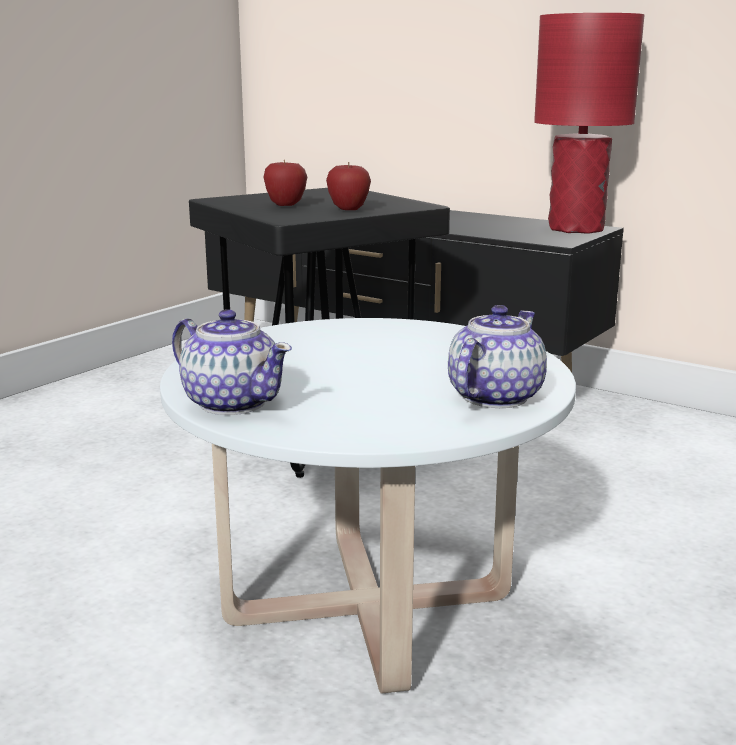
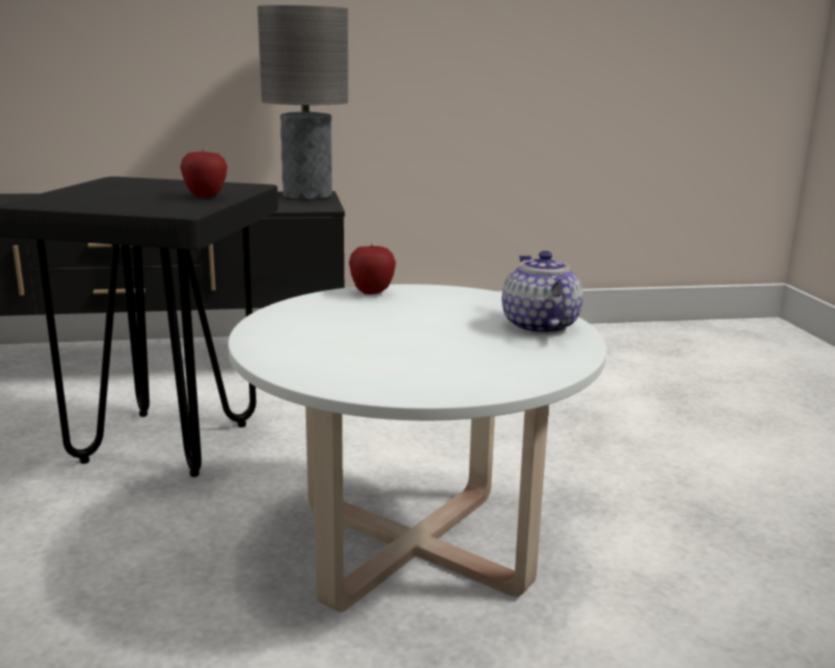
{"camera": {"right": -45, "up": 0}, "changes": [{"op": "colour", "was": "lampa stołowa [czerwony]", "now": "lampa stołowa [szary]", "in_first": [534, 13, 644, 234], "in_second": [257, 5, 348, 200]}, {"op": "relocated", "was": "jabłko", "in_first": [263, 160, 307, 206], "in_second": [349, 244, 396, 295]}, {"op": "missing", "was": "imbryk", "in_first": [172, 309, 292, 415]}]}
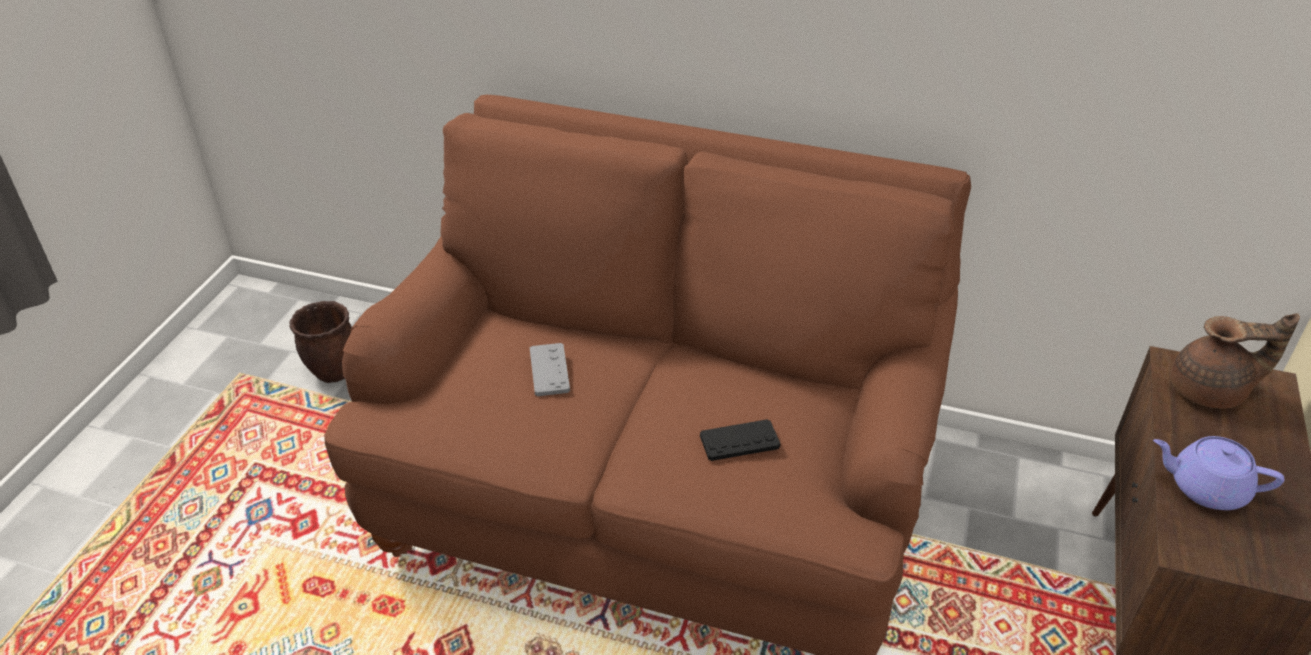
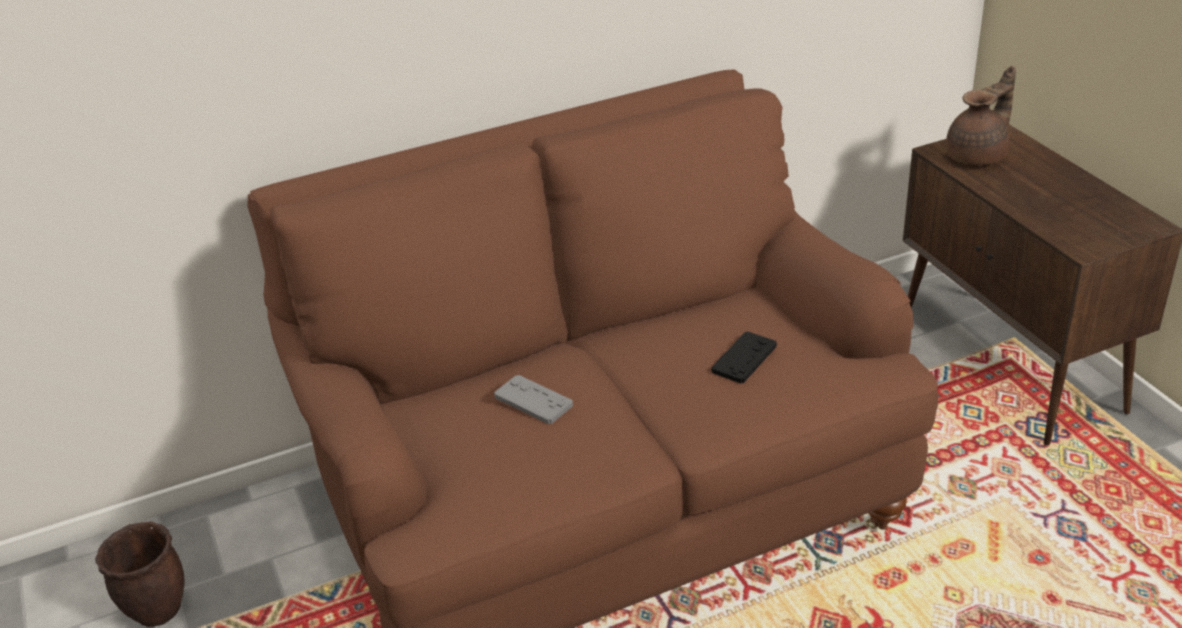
{"camera": {"right": -40, "up": -5}, "changes": [{"op": "missing", "was": "imbryk [fioletowy]", "in_first": [1153, 436, 1284, 510]}]}
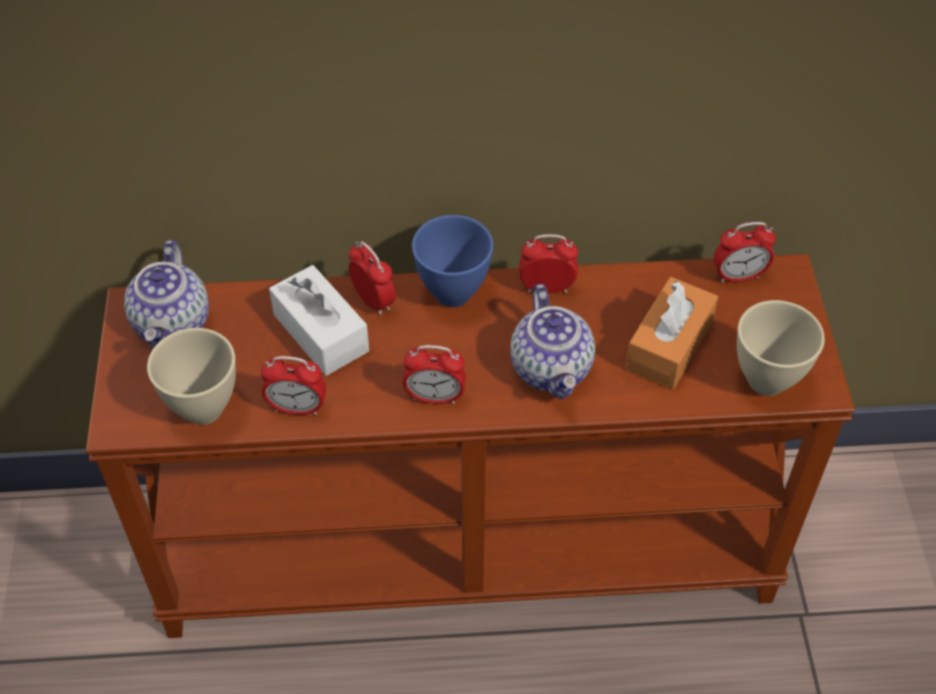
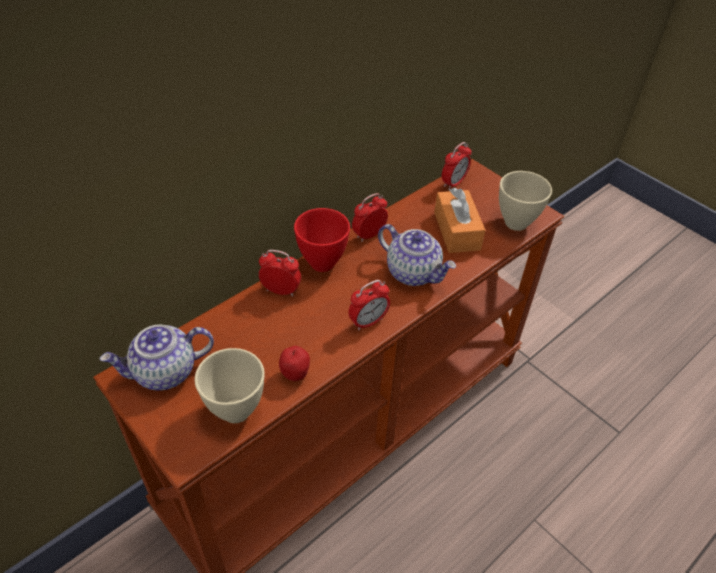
{"camera": {"right": -40, "up": -5}, "changes": [{"op": "spun", "was": "imbryk", "in_first": [124, 240, 209, 349], "in_second": [100, 325, 214, 391], "clockwise": 105}, {"op": "exchanged", "was": "budzik", "now": "jabłko", "in_first": [261, 356, 326, 415], "in_second": [279, 346, 310, 381]}, {"op": "colour", "was": "miska [niebieski]", "now": "miska [czerwony]", "in_first": [412, 215, 493, 307], "in_second": [294, 208, 350, 272]}, {"op": "missing", "was": "pudełko chusteczek [biały]", "in_first": [269, 265, 369, 376]}]}
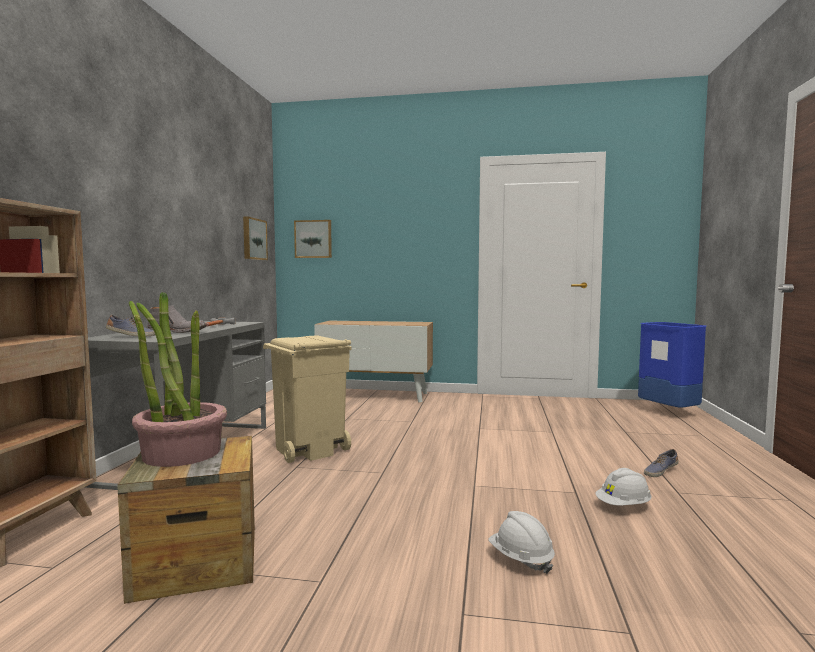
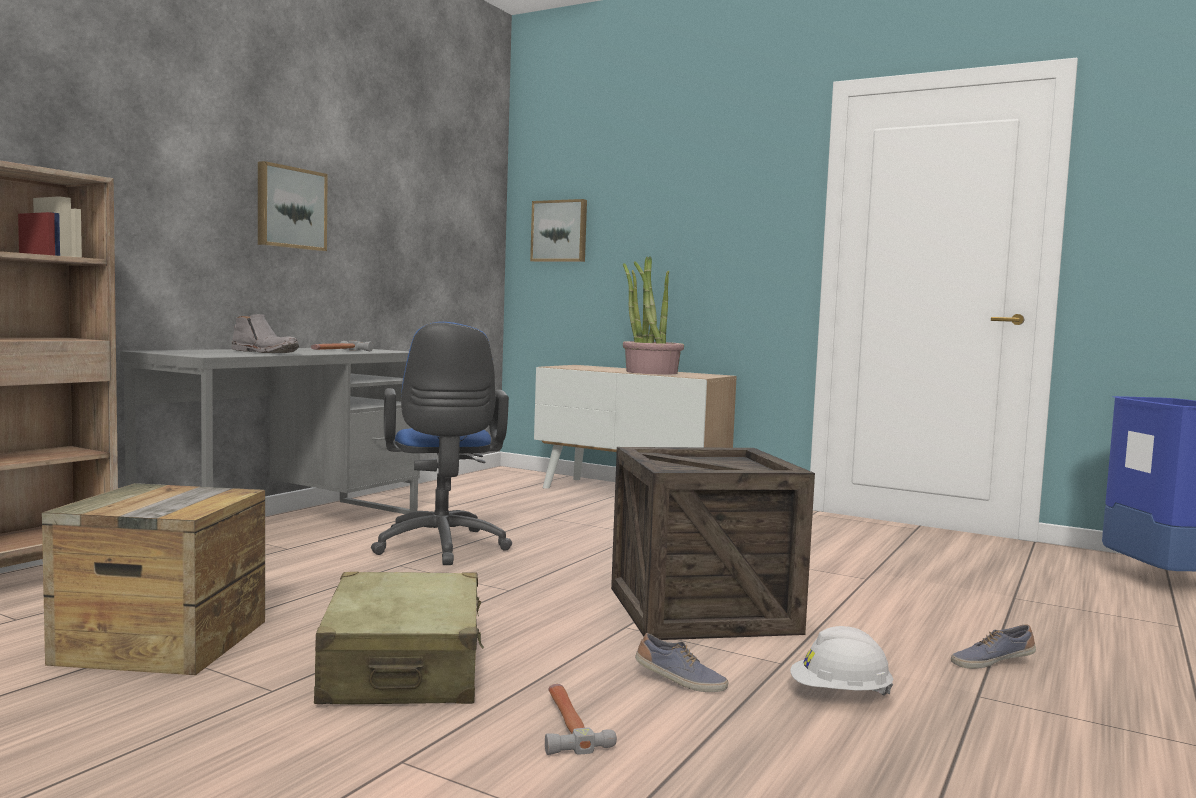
{"camera": {"right": 20, "up": 0}, "changes": [{"op": "relocated", "was": "obraz", "in_first": [243, 216, 268, 260], "in_second": [258, 161, 328, 251]}, {"op": "appeared", "now": "walizka [beżowy]", "in_second": [314, 572, 484, 704]}, {"op": "exchanged", "was": "kosz na śmieci [beżowy]", "now": "krzesło biurowe [niebieski]", "in_first": [263, 335, 352, 463], "in_second": [371, 322, 512, 565]}, {"op": "exchanged", "was": "kask [biały]", "now": "młotek", "in_first": [489, 511, 555, 574], "in_second": [545, 684, 617, 755]}, {"op": "appeared", "now": "skrzynka", "in_second": [611, 447, 815, 640]}, {"op": "relocated", "was": "roślina doniczkowa", "in_first": [129, 292, 227, 467], "in_second": [623, 256, 684, 375]}, {"op": "relocated", "was": "but", "in_first": [106, 315, 155, 337], "in_second": [635, 633, 729, 692]}]}
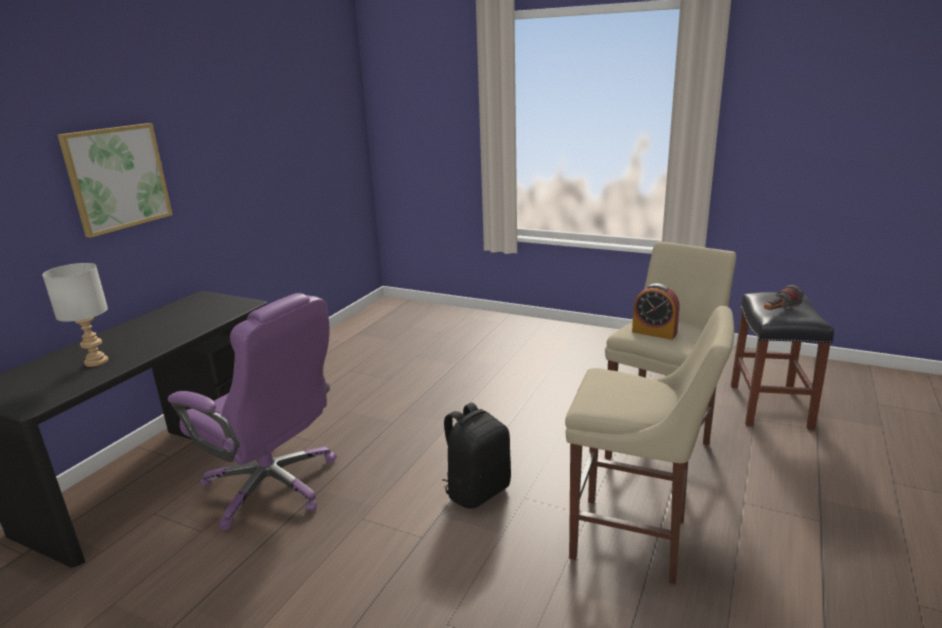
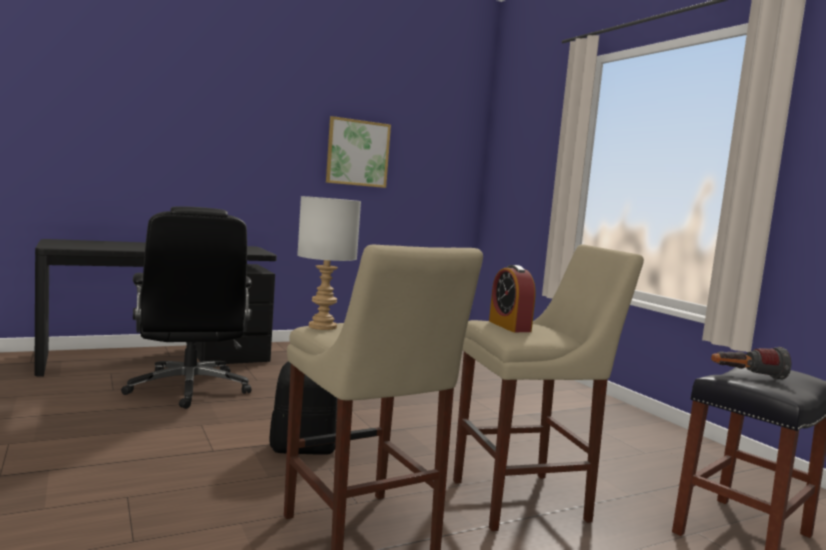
{"camera": {"right": 35, "up": -15}, "changes": [{"op": "colour", "was": "krzesło biurowe [fioletowy]", "now": "krzesło biurowe [czarny]", "in_first": [168, 293, 337, 530], "in_second": [121, 206, 252, 409]}, {"op": "relocated", "was": "lampa stołowa [szary]", "in_first": [42, 263, 109, 367], "in_second": [297, 196, 361, 330]}, {"op": "relocated", "was": "obraz", "in_first": [58, 123, 173, 238], "in_second": [326, 116, 391, 188]}]}
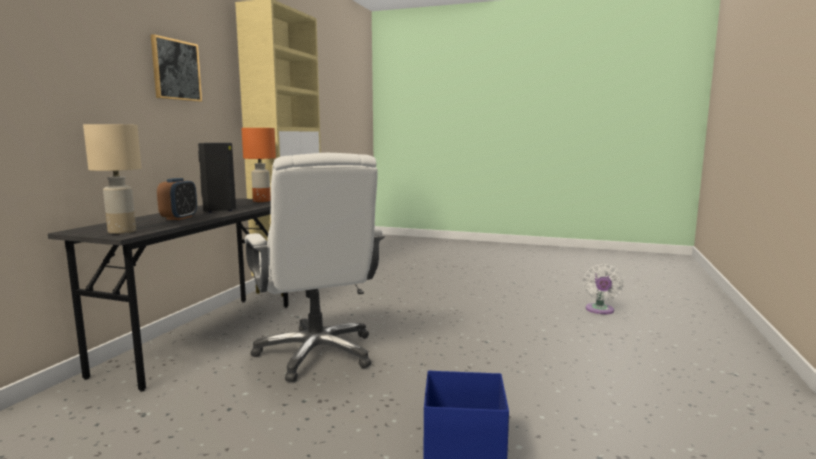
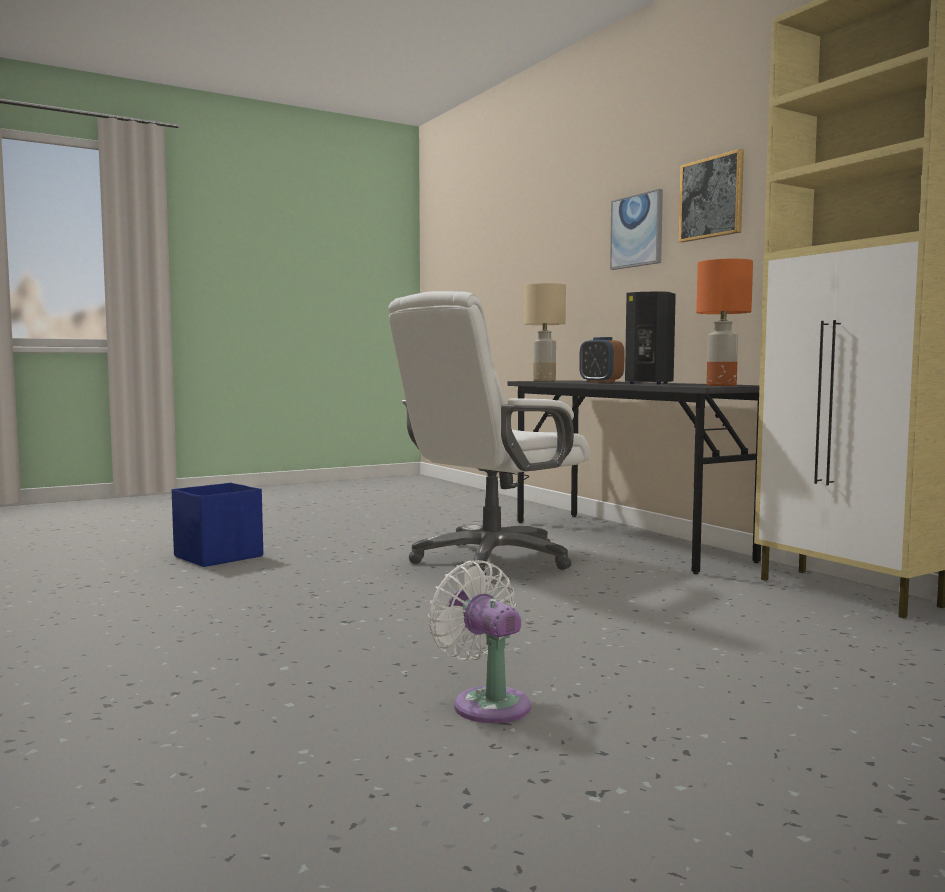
{"camera": {"right": 130, "up": -5}, "changes": [{"op": "spun", "was": "krzesło biurowe [biały]", "in_first": [245, 153, 385, 382], "in_second": [388, 291, 590, 576], "clockwise": -60}, {"op": "relocated", "was": "wentylator [biały]", "in_first": [583, 264, 624, 314], "in_second": [428, 560, 531, 723]}, {"op": "appeared", "now": "obraz", "in_second": [610, 189, 663, 270]}]}
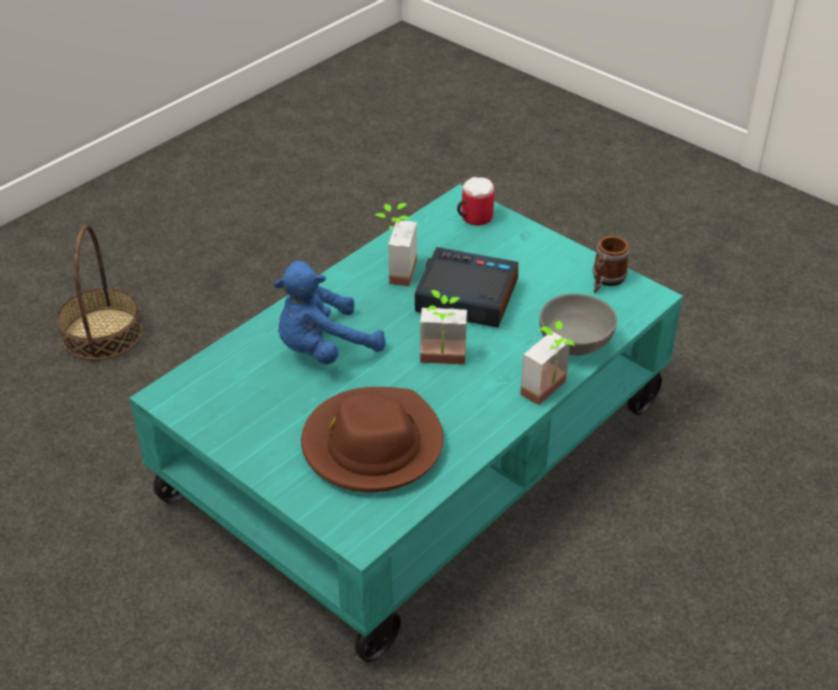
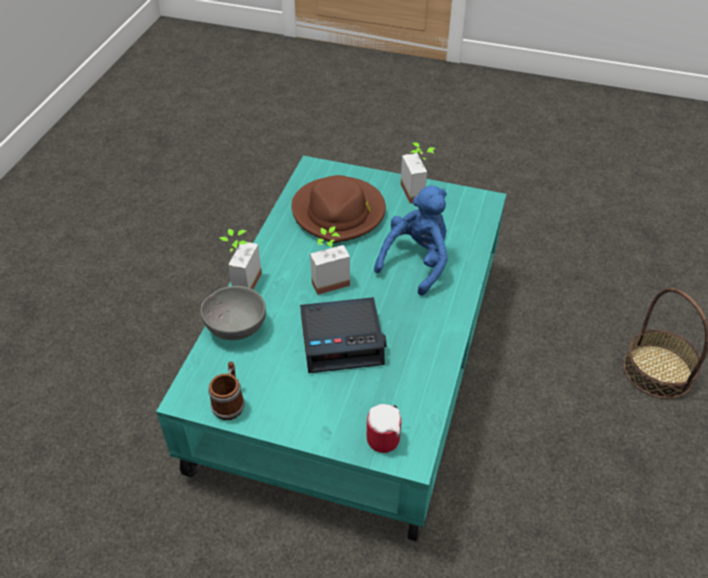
{"camera": {"right": 155, "up": 5}, "changes": [{"op": "relocated", "was": "roślina doniczkowa", "in_first": [375, 203, 417, 286], "in_second": [401, 142, 436, 204]}]}
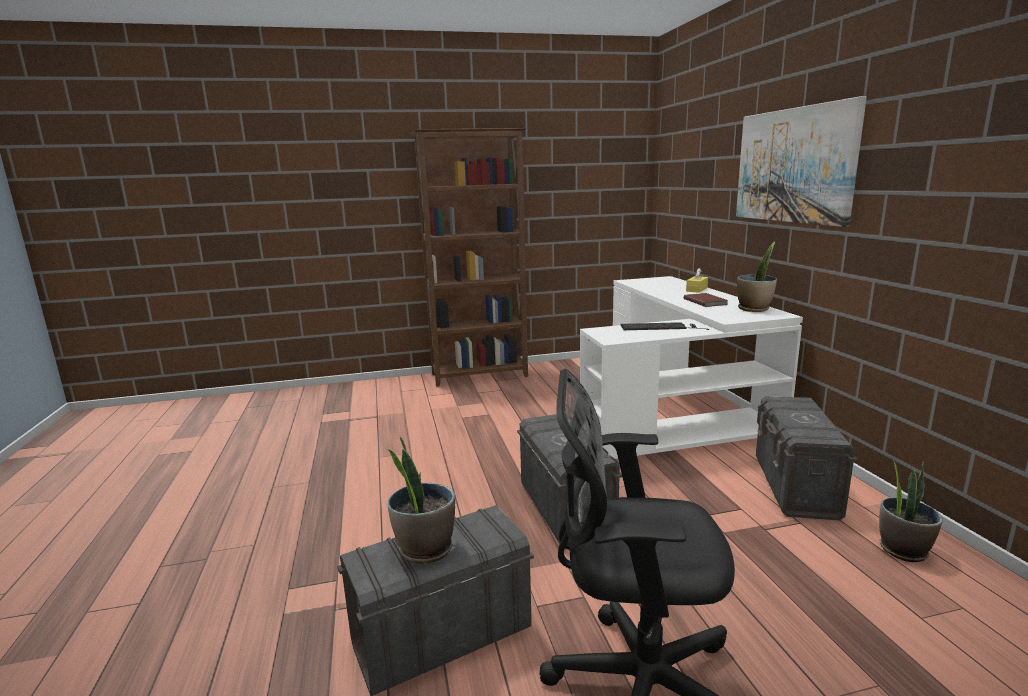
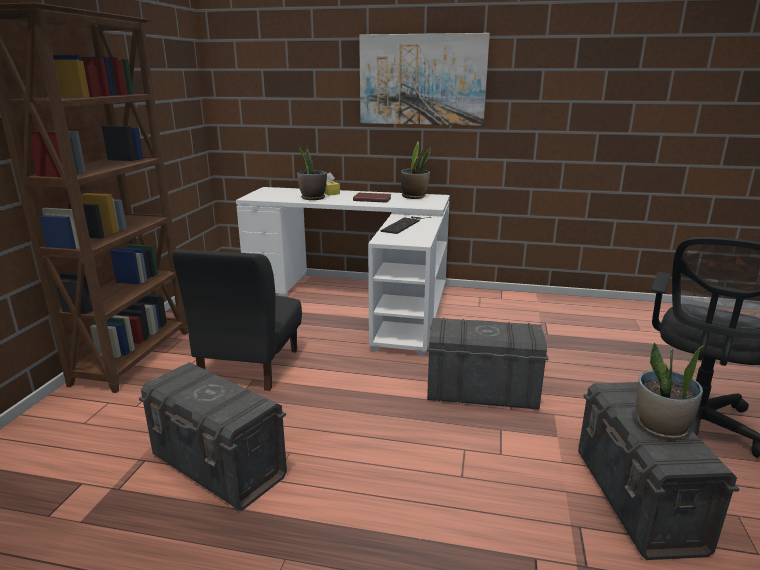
{"camera": {"right": -65, "up": 5}, "changes": [{"op": "relocated", "was": "pojemnik do przechowywania [szary]", "in_first": [756, 396, 858, 520], "in_second": [139, 362, 287, 511]}, {"op": "appeared", "now": "krzesło [czarny]", "in_second": [172, 249, 302, 391]}, {"op": "relocated", "was": "roślina doniczkowa", "in_first": [879, 459, 943, 562], "in_second": [297, 144, 327, 200]}]}
